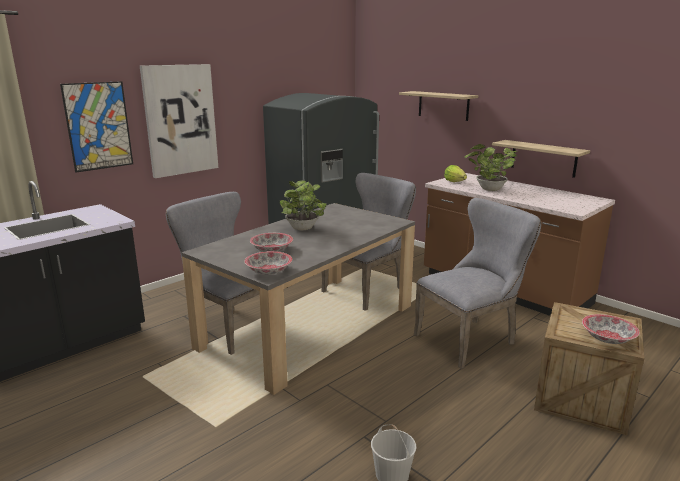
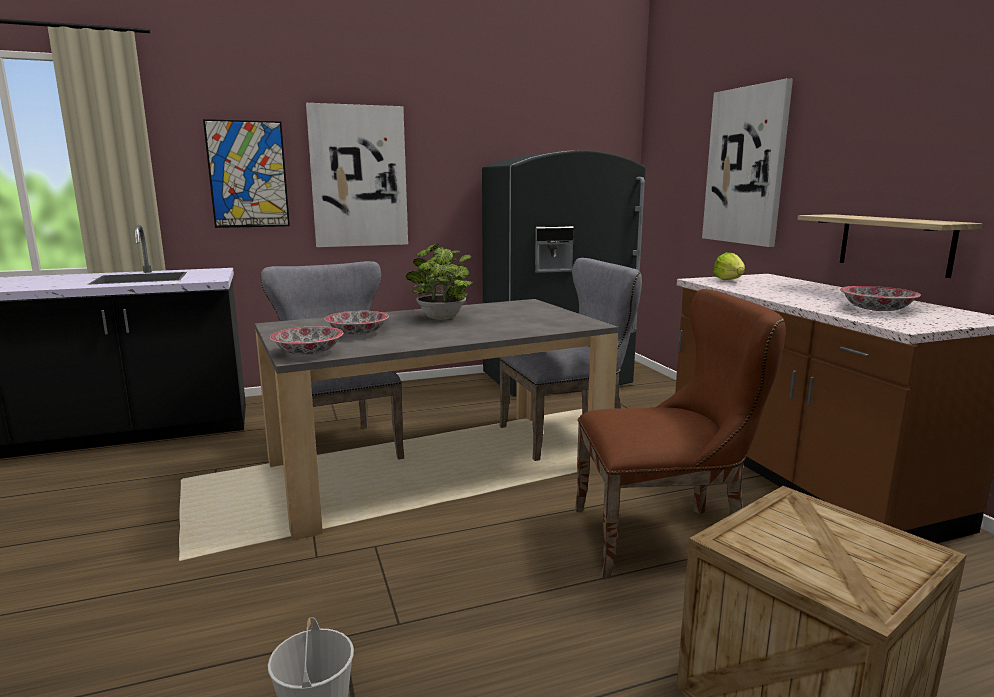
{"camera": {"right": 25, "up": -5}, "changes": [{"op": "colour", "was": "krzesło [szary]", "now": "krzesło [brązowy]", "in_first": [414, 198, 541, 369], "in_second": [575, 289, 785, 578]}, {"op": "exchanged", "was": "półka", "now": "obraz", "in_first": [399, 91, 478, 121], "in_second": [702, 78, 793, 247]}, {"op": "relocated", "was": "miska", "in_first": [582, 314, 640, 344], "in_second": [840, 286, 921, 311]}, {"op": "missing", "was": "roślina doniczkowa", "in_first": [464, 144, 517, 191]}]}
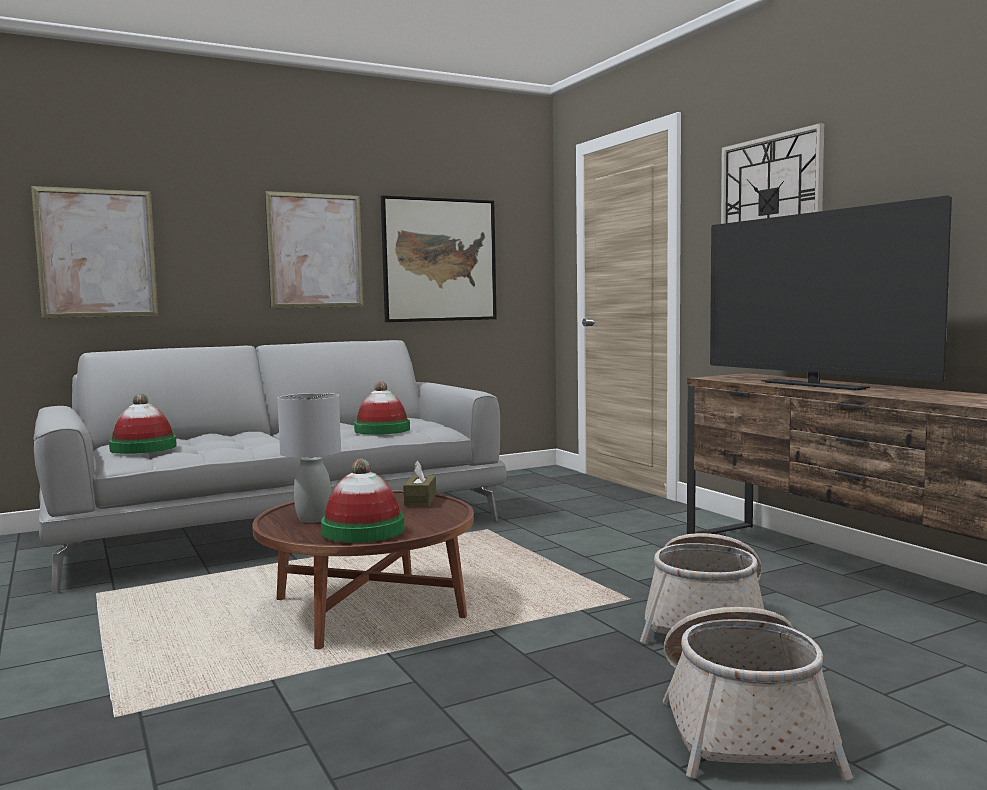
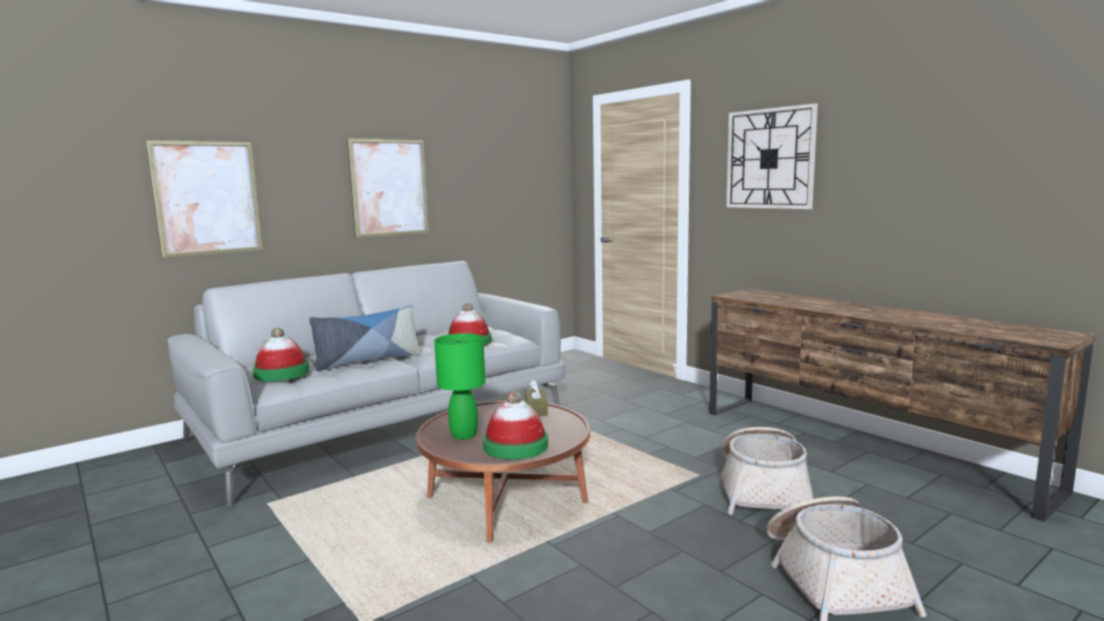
{"camera": {"right": -10, "up": 5}, "changes": [{"op": "appeared", "now": "poduszka", "in_second": [309, 305, 422, 371]}, {"op": "colour", "was": "lampa stołowa [szary]", "now": "lampa stołowa [zielony]", "in_first": [277, 393, 341, 523], "in_second": [434, 333, 485, 440]}, {"op": "missing", "was": "obraz", "in_first": [381, 195, 497, 322]}, {"op": "missing", "was": "telewizor", "in_first": [710, 195, 952, 390]}]}
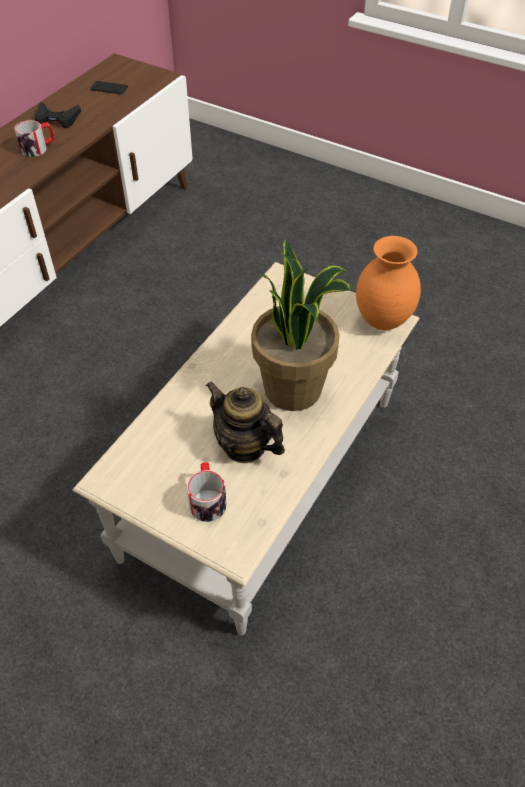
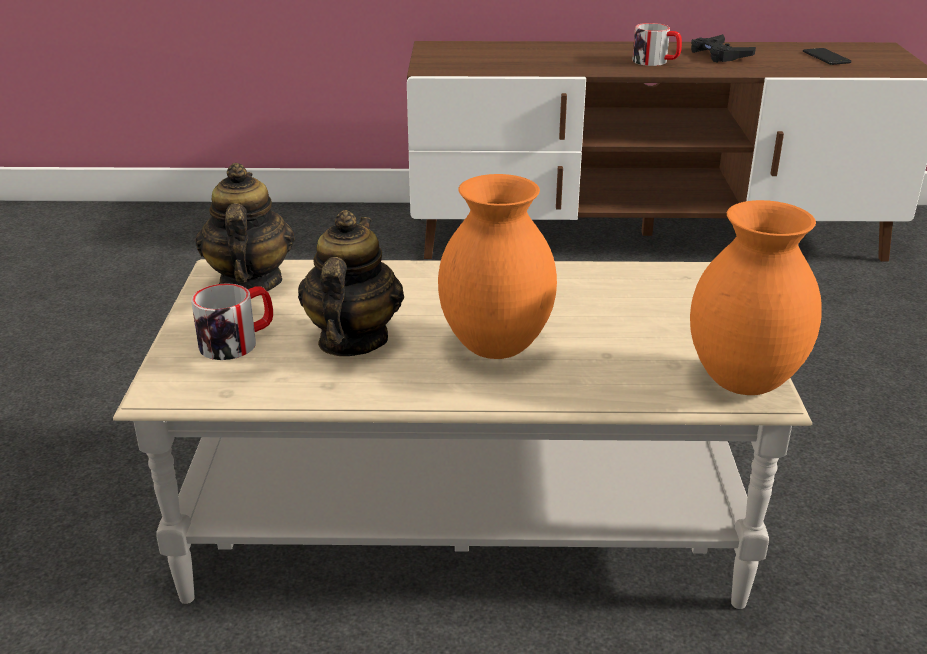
{"camera": {"right": 60, "up": -20}, "changes": [{"op": "appeared", "now": "imbryk", "in_second": [196, 163, 295, 291]}, {"op": "exchanged", "was": "roślina doniczkowa", "now": "wazon [pomarańczowy]", "in_first": [251, 238, 352, 411], "in_second": [438, 174, 557, 359]}]}
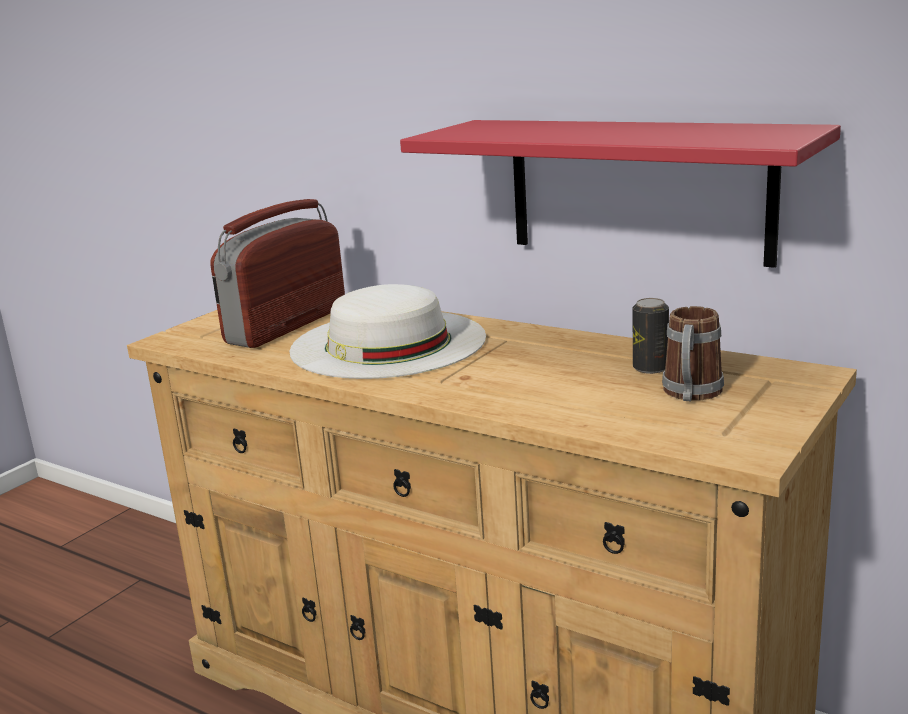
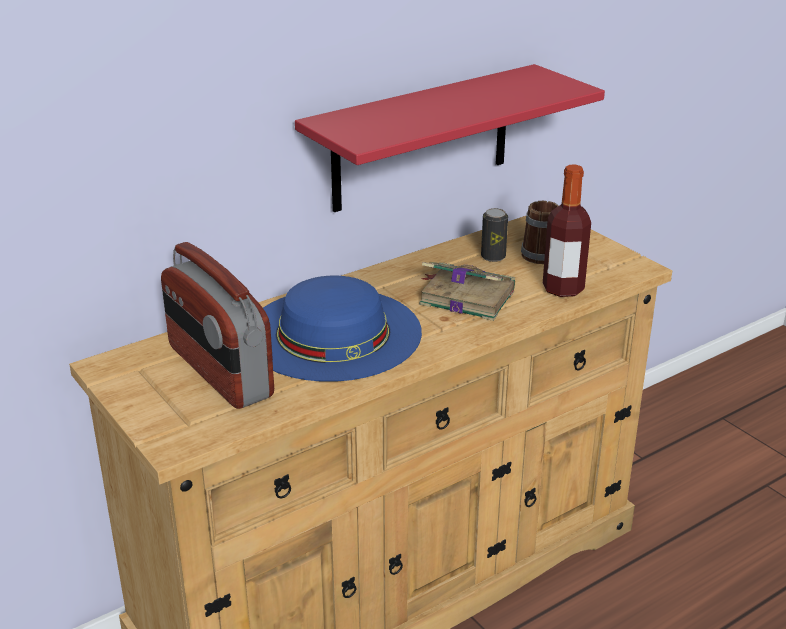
{"camera": {"right": -70, "up": 10}, "changes": [{"op": "colour", "was": "kapelusz [biały]", "now": "kapelusz [niebieski]", "in_first": [289, 284, 486, 379], "in_second": [263, 276, 422, 382]}, {"op": "appeared", "now": "książka", "in_second": [419, 262, 515, 321]}, {"op": "appeared", "now": "butelka", "in_second": [543, 164, 591, 297]}]}
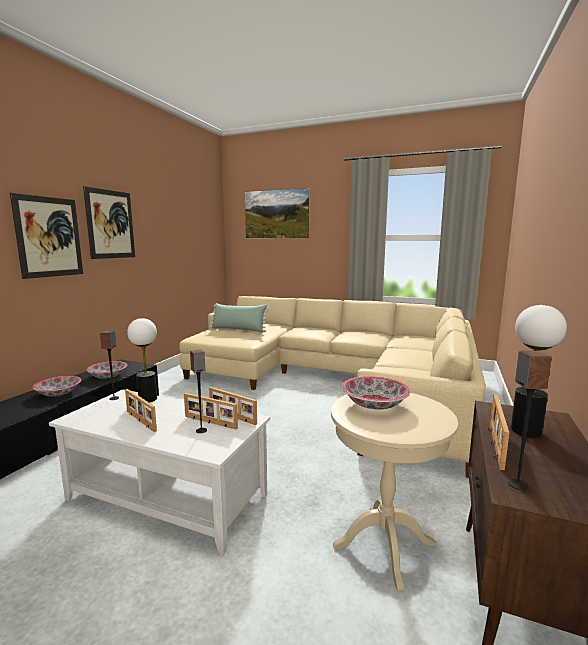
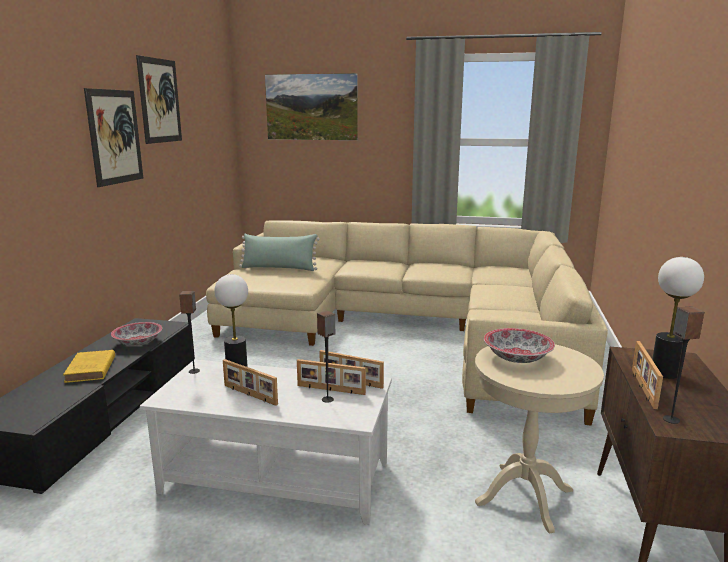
{"camera": {"right": -10, "up": 5}, "changes": [{"op": "exchanged", "was": "miska", "now": "książka [żółty]", "in_first": [33, 376, 81, 396], "in_second": [63, 350, 115, 383]}, {"op": "relocated", "was": "obraz", "in_first": [10, 193, 83, 279], "in_second": [136, 55, 182, 144]}]}
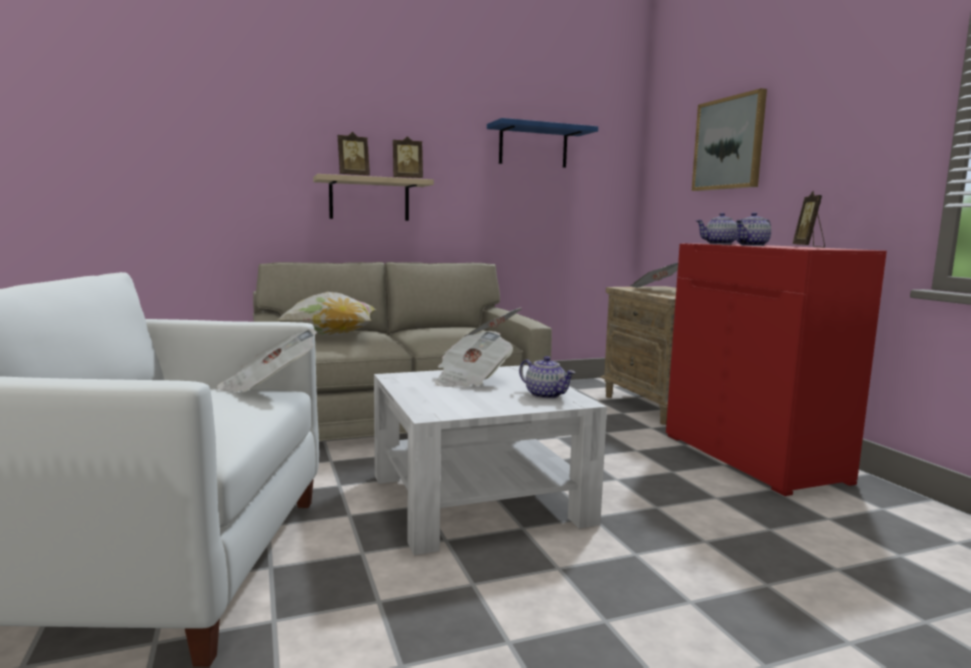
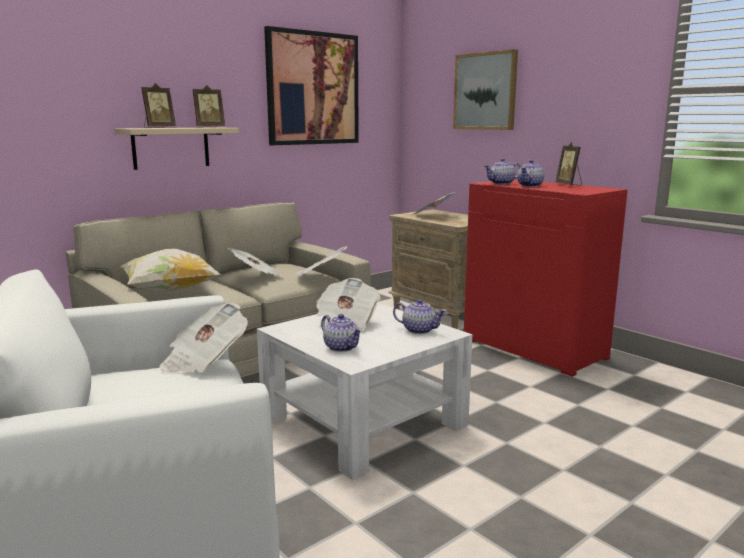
{"camera": {"right": -20, "up": 5}, "changes": [{"op": "appeared", "now": "gazeta", "in_second": [227, 248, 285, 278]}, {"op": "exchanged", "was": "półka [niebieski]", "now": "obraz", "in_first": [487, 118, 598, 168], "in_second": [264, 26, 359, 145]}, {"op": "appeared", "now": "imbryk", "in_second": [321, 314, 362, 352]}]}
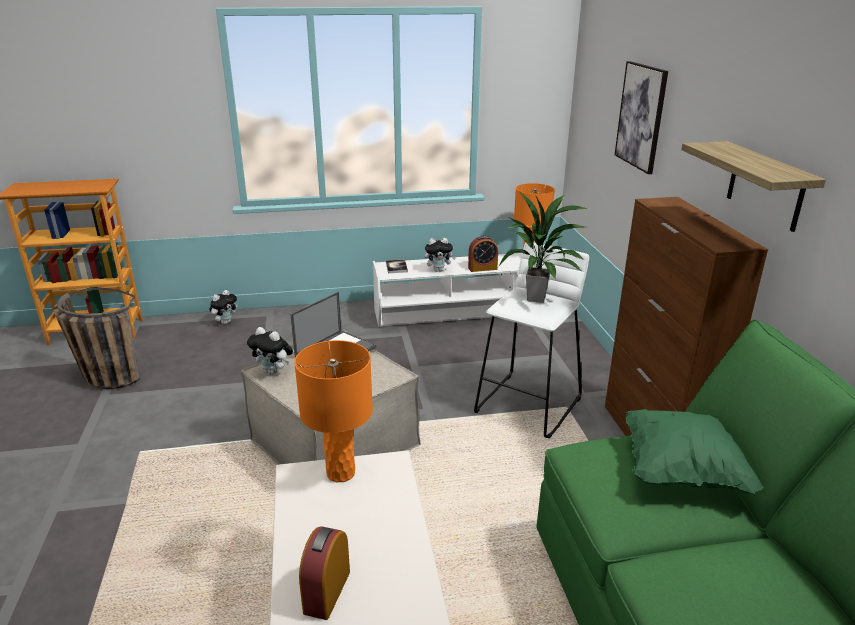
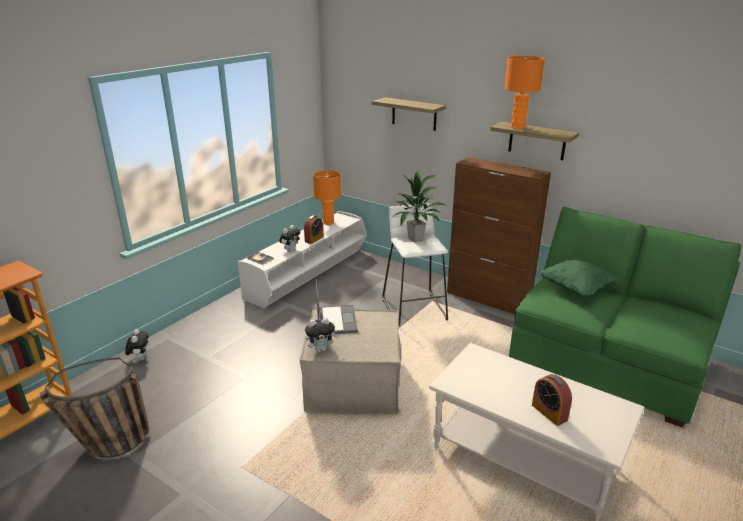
{"camera": {"right": -45, "up": 0}, "changes": [{"op": "exchanged", "was": "obraz", "now": "półka", "in_first": [615, 61, 668, 174], "in_second": [372, 97, 446, 131]}, {"op": "relocated", "was": "lampa stołowa [pomarańczowy]", "in_first": [294, 340, 373, 482], "in_second": [504, 56, 545, 129]}]}
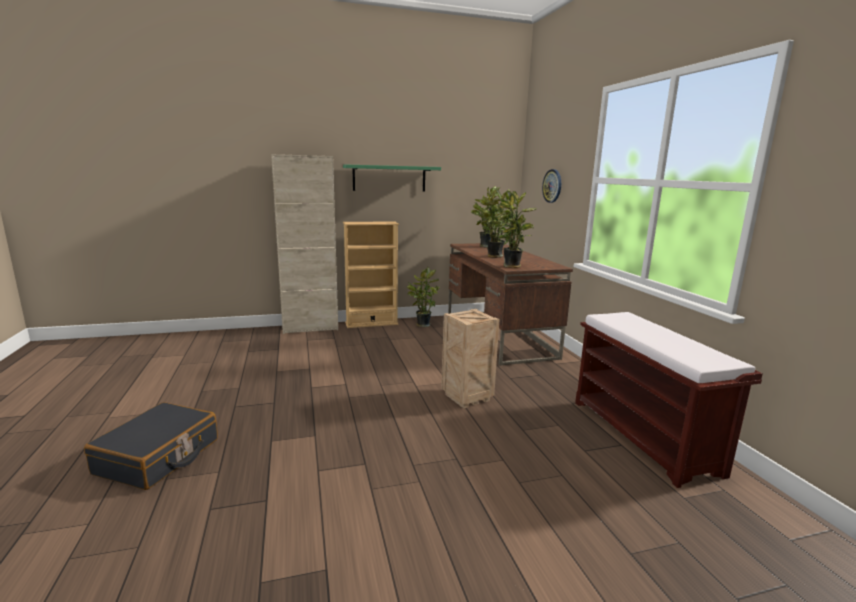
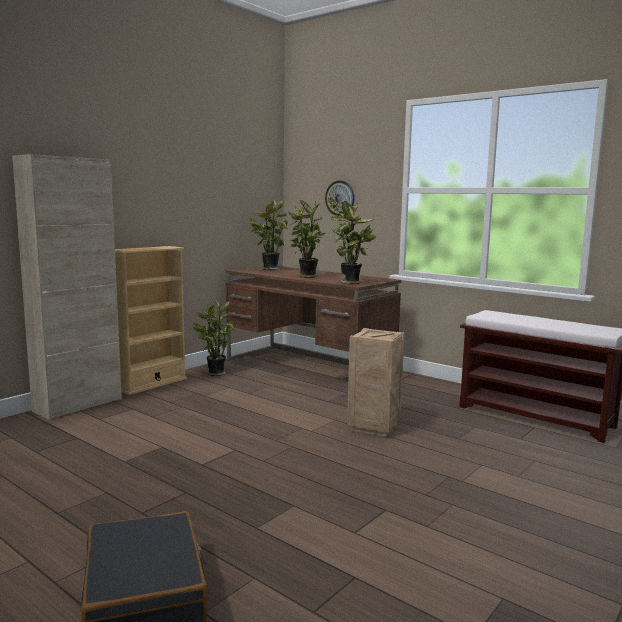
{"camera": {"right": -35, "up": -5}, "changes": [{"op": "missing", "was": "półka [zielony]", "in_first": [343, 165, 441, 192]}]}
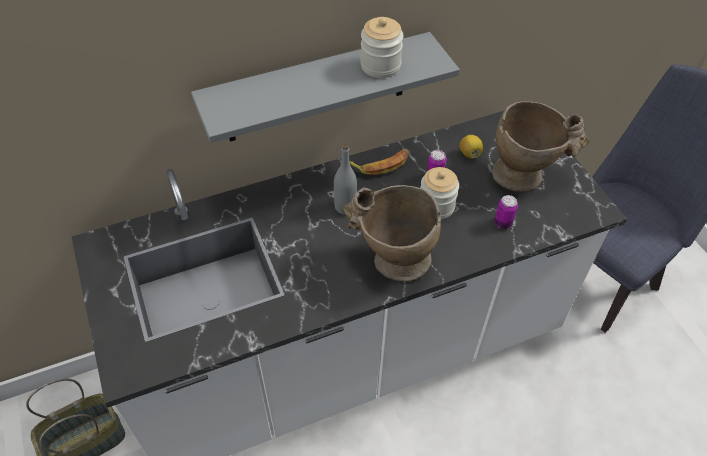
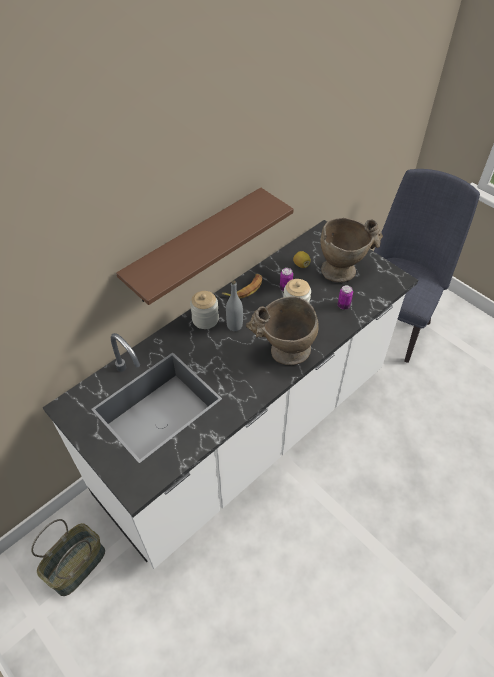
{"camera": {"right": -20, "up": 0}, "changes": [{"op": "colour", "was": "półka [szary]", "now": "półka [brązowy]", "in_first": [191, 32, 460, 143], "in_second": [116, 188, 294, 305]}, {"op": "relocated", "was": "słoik", "in_first": [360, 17, 403, 78], "in_second": [190, 291, 219, 329]}]}
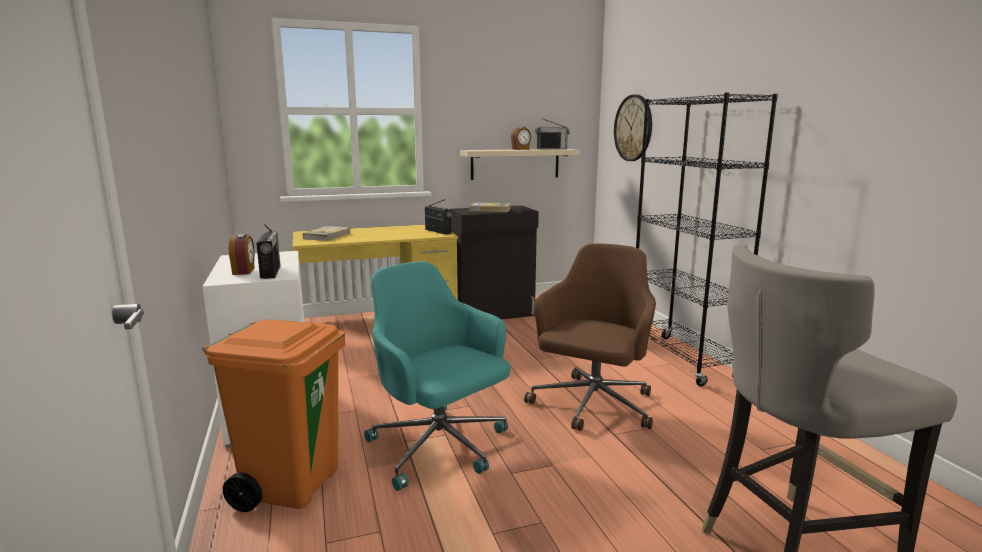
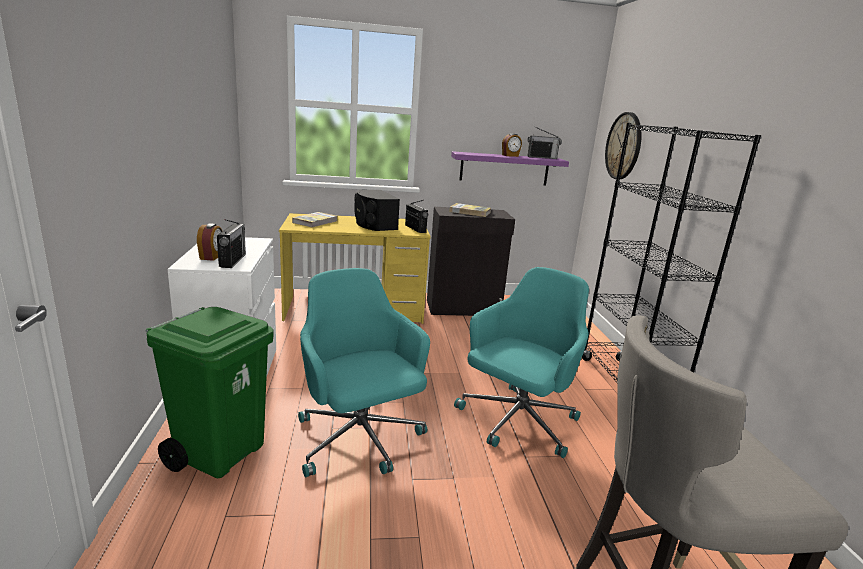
{"camera": {"right": 10, "up": 5}, "changes": [{"op": "colour", "was": "kosz na śmieci [pomarańczowy]", "now": "kosz na śmieci [zielony]", "in_first": [202, 320, 345, 512], "in_second": [145, 307, 274, 478]}, {"op": "appeared", "now": "głośnik [czarny]", "in_second": [354, 190, 400, 231]}, {"op": "colour", "was": "półka [beżowy]", "now": "półka [fioletowy]", "in_first": [460, 149, 580, 180], "in_second": [451, 151, 569, 185]}, {"op": "colour", "was": "krzesło biurowe [brązowy]", "now": "krzesło biurowe [turkusowy]", "in_first": [524, 243, 656, 431], "in_second": [454, 267, 589, 458]}]}
